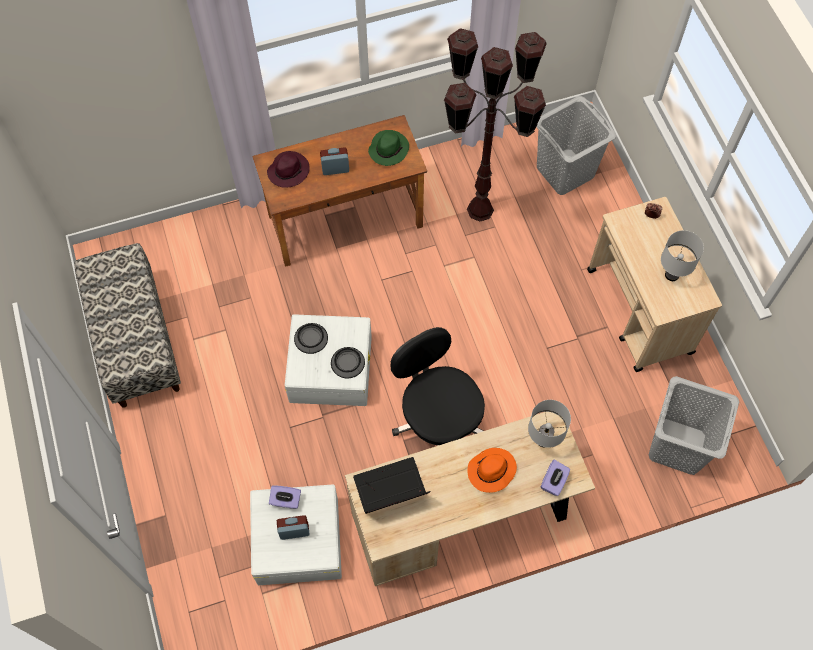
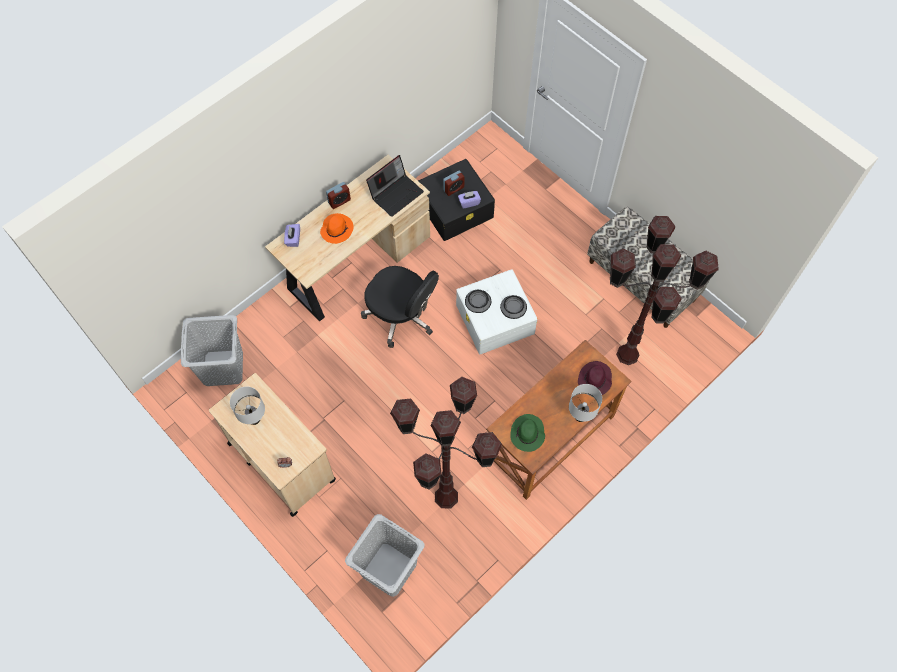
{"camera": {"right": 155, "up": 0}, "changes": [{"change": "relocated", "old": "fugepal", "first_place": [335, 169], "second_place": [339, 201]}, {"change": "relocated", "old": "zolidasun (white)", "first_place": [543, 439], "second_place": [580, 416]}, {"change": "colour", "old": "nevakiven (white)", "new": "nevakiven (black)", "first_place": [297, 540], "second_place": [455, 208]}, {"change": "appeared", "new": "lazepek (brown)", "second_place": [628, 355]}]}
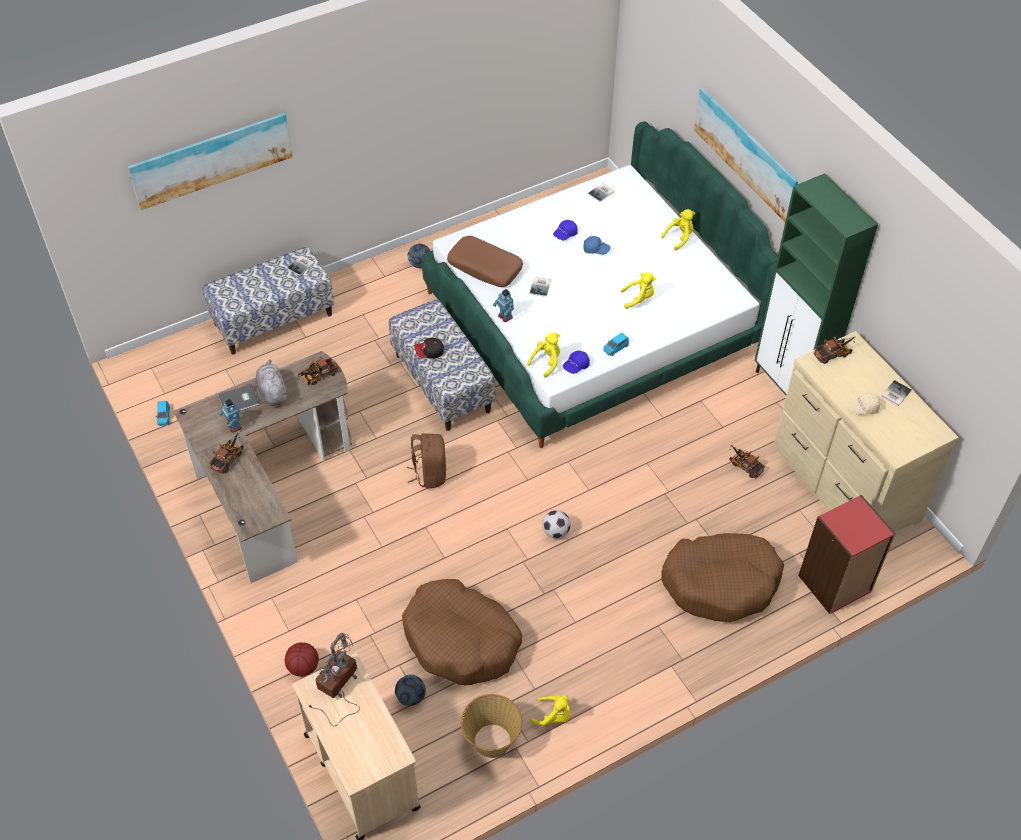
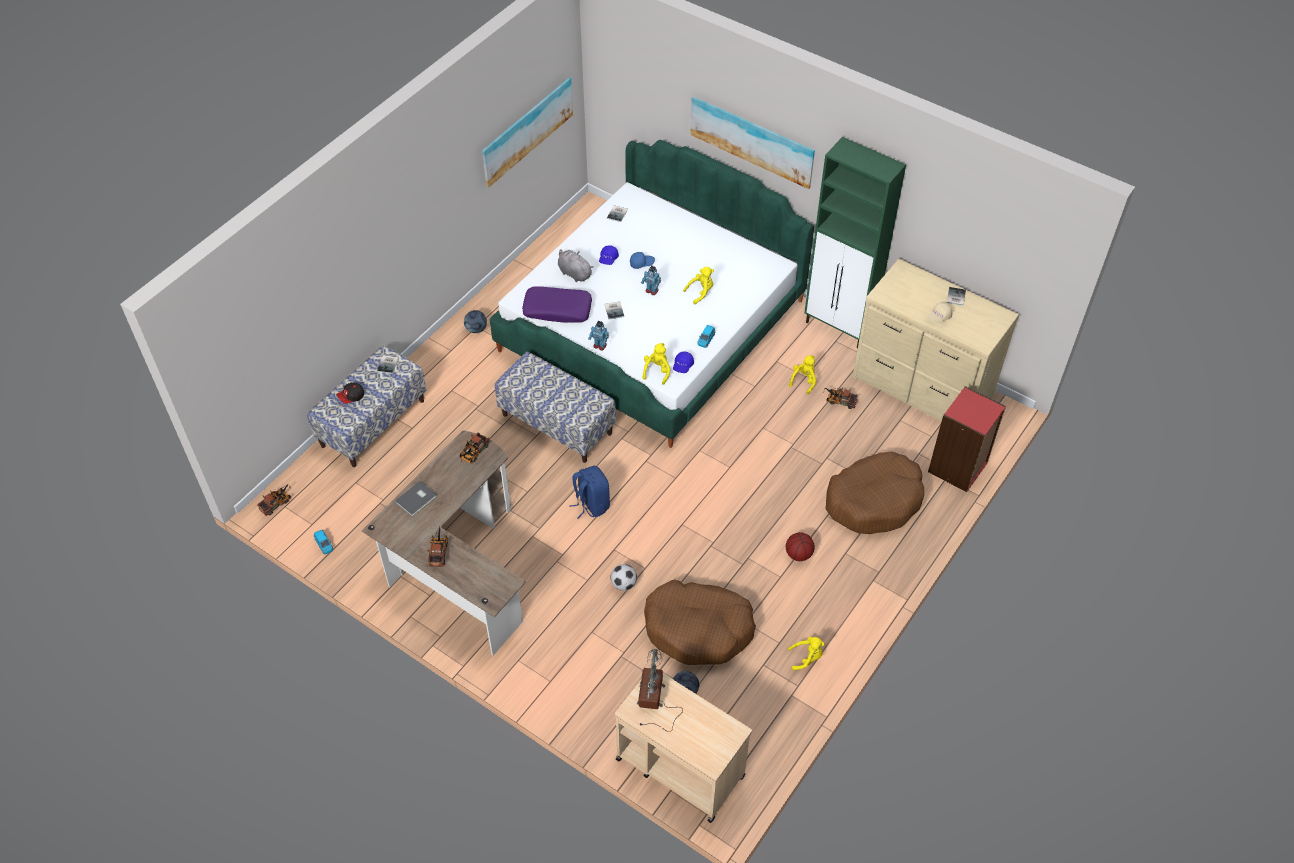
{"camera": {"right": -25, "up": 0}, "changes": [{"change": "relocated", "old": "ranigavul", "first_place": [211, 159], "second_place": [526, 130]}, {"change": "relocated", "old": "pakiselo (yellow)", "first_place": [679, 238], "second_place": [803, 381]}, {"change": "colour", "old": "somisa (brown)", "new": "somisa (purple)", "first_place": [485, 267], "second_place": [557, 309]}, {"change": "relocated", "old": "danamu", "first_place": [429, 352], "second_place": [351, 397]}, {"change": "relocated", "old": "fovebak", "first_place": [834, 354], "second_place": [277, 503]}, {"change": "relocated", "old": "pakiselo (grey)", "first_place": [272, 392], "second_place": [574, 273]}, {"change": "relocated", "old": "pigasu", "first_place": [234, 426], "second_place": [651, 291]}, {"change": "colour", "old": "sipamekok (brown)", "new": "sipamekok (blue)", "first_place": [429, 474], "second_place": [591, 504]}, {"change": "relocated", "old": "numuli", "first_place": [555, 532], "second_place": [623, 584]}, {"change": "relocated", "old": "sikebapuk", "first_place": [303, 667], "second_place": [798, 554]}, {"change": "missing", "old": "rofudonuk", "first_place": [491, 740]}]}
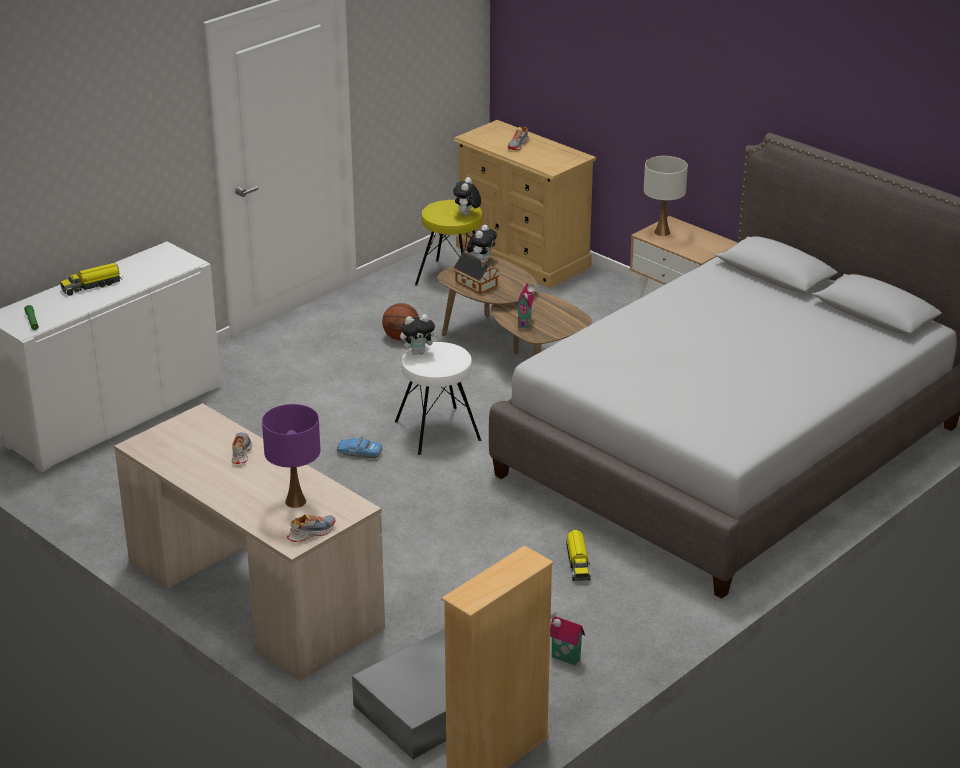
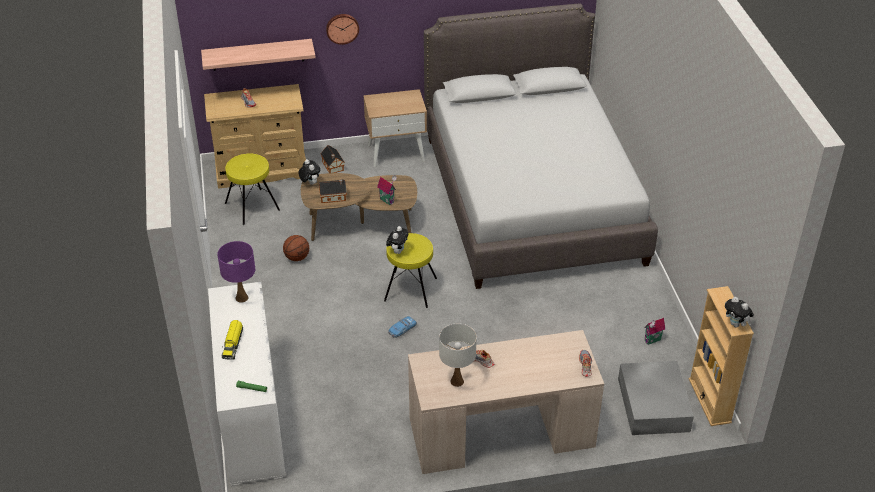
{"camera": {"right": -55, "up": 10}, "changes": [{"change": "relocated", "old": "zolidasun (white)", "first_place": [662, 232], "second_place": [457, 381]}, {"change": "relocated", "old": "pakiselo", "first_place": [467, 215], "second_place": [736, 324]}, {"change": "colour", "old": "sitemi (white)", "new": "sitemi (yellow)", "first_place": [437, 430], "second_place": [410, 289]}, {"change": "relocated", "old": "zolidasun (purple)", "first_place": [296, 502], "second_place": [242, 298]}, {"change": "missing", "old": "fovebak", "first_place": [578, 562]}, {"change": "appeared", "new": "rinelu", "second_place": [342, 28]}, {"change": "appeared", "new": "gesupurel", "second_place": [258, 54]}, {"change": "appeared", "new": "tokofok", "second_place": [333, 166]}]}
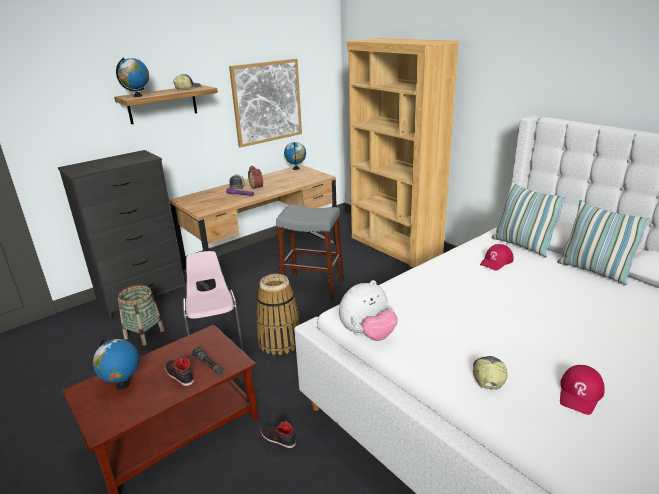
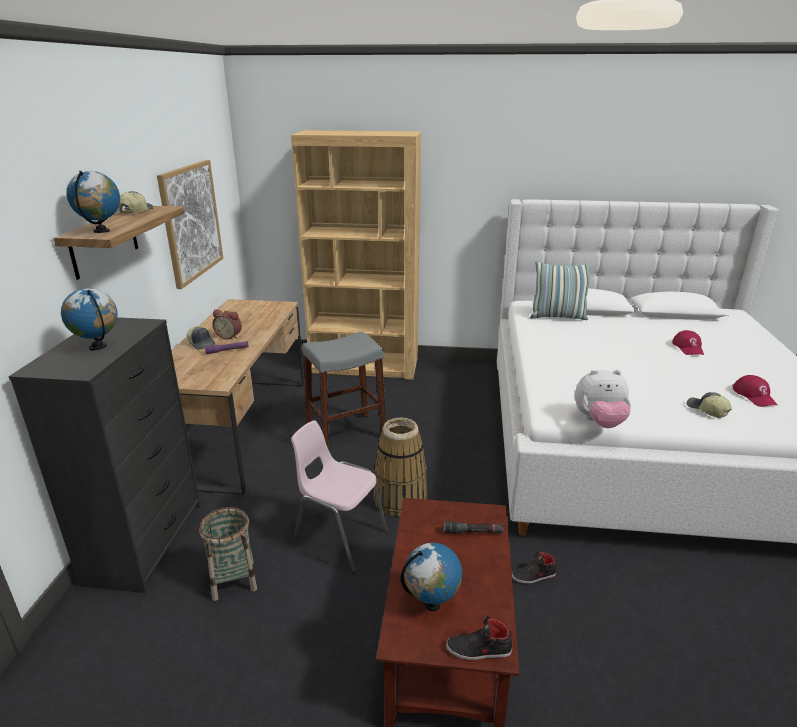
{"camera": {"right": -45, "up": 0}, "changes": [{"change": "relocated", "old": "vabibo", "first_place": [296, 168], "second_place": [98, 347]}, {"change": "missing", "old": "somisa", "first_place": [593, 271]}, {"change": "relocated", "old": "danamu (red)", "first_place": [496, 261], "second_place": [688, 348]}, {"change": "spun", "old": "pakiselo", "first_place": [368, 334], "second_place": [599, 422], "degrees": 75}, {"change": "relocated", "old": "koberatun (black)", "first_place": [179, 375], "second_place": [479, 650]}]}
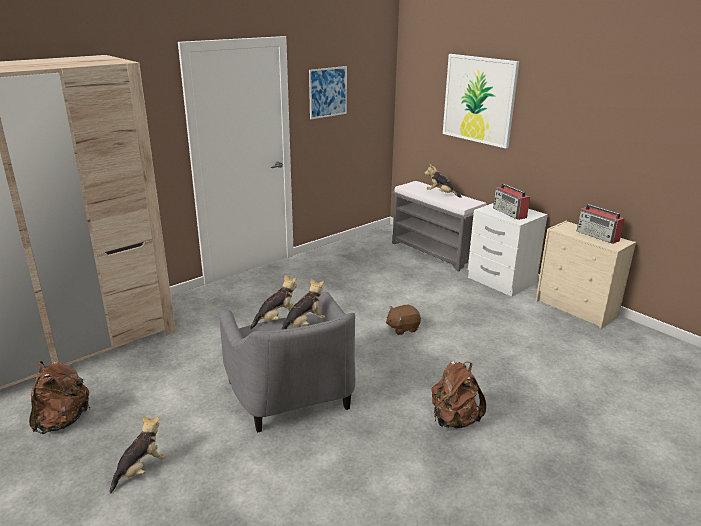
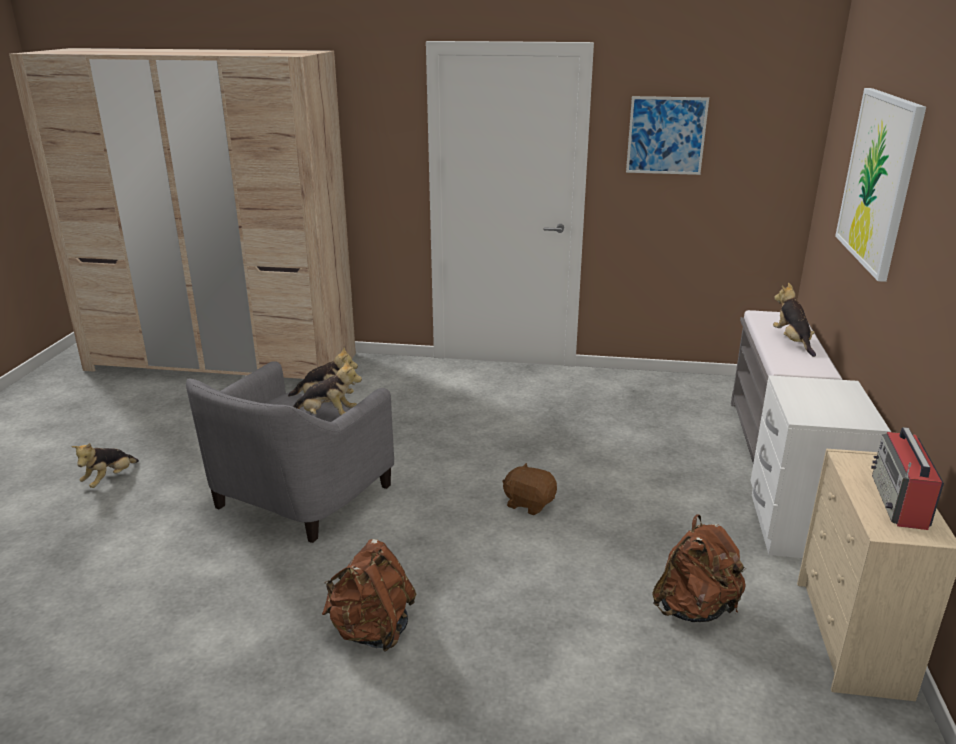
{"camera": {"right": 50, "up": 0}, "changes": [{"change": "missing", "old": "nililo", "first_place": [510, 213]}, {"change": "relocated", "old": "sipamekok (brown)", "first_place": [63, 421], "second_place": [695, 608]}, {"change": "spun", "old": "pakiselo", "first_place": [141, 470], "second_place": [109, 479], "degrees": 120}]}
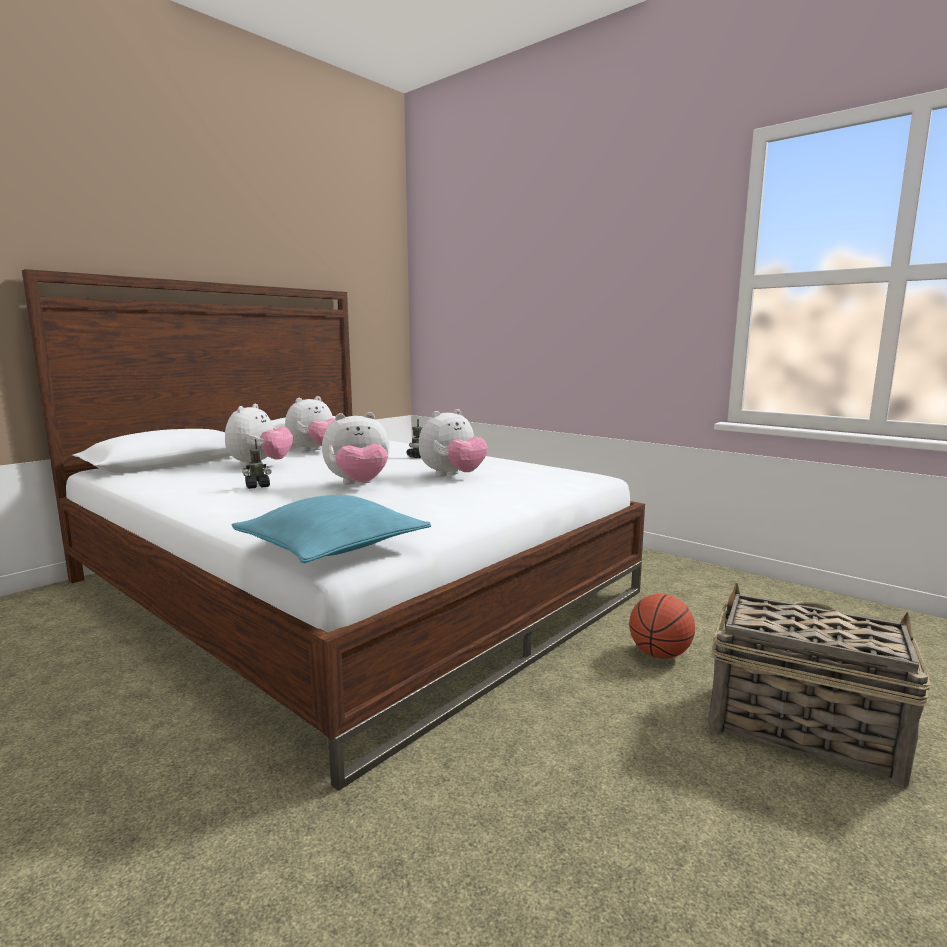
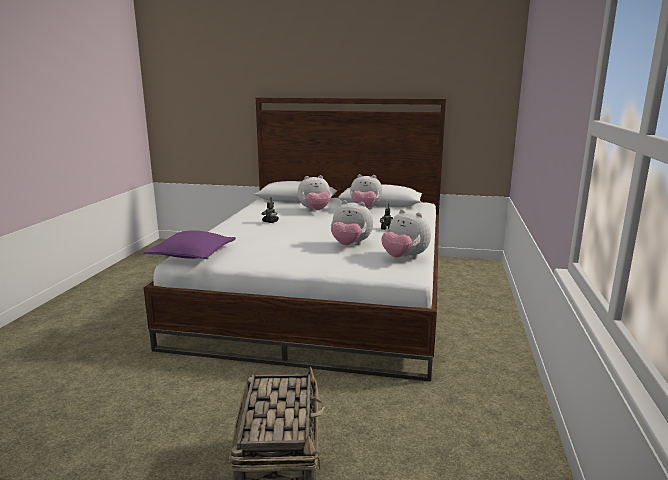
{"camera": {"right": 60, "up": 5}, "changes": [{"change": "relocated", "old": "pakiselo", "first_place": [359, 485], "second_place": [404, 258]}, {"change": "colour", "old": "somisa (turquoise)", "new": "somisa (purple)", "first_place": [332, 547], "second_place": [192, 255]}, {"change": "missing", "old": "sikebapuk", "first_place": [659, 654]}]}
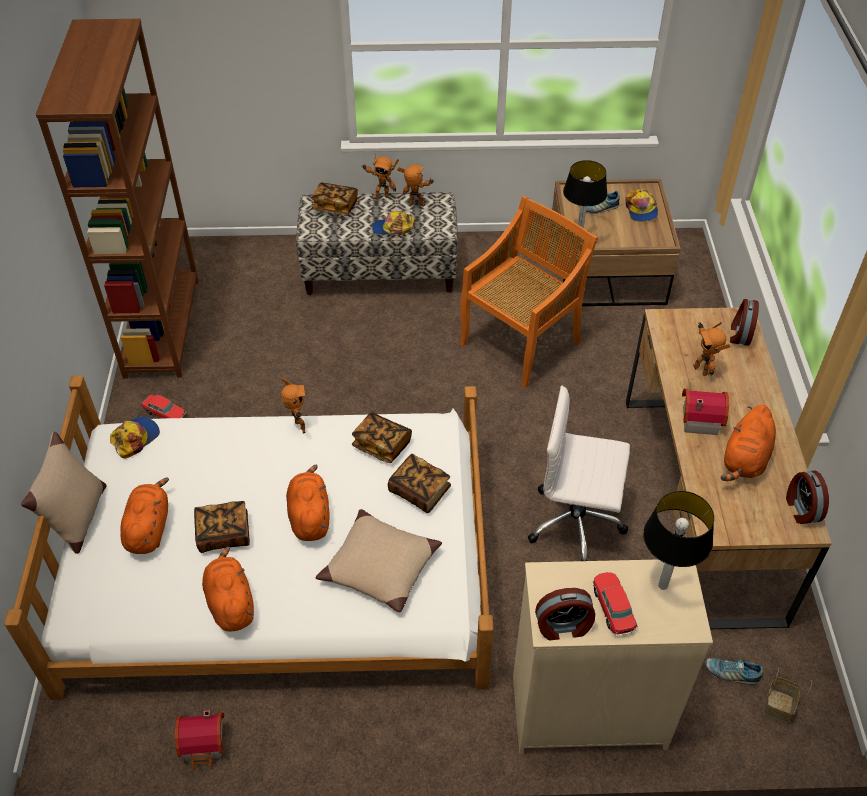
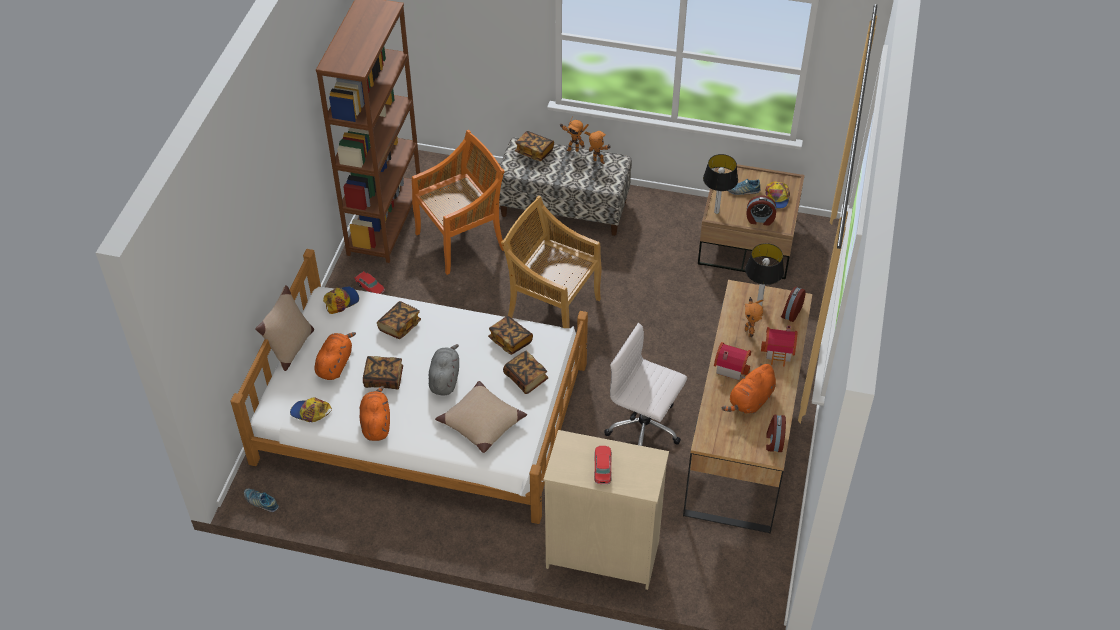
{"camera": {"right": 15, "up": 0}, "changes": [{"change": "relocated", "old": "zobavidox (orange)", "first_place": [521, 342], "second_place": [461, 240]}, {"change": "relocated", "old": "danamu", "first_place": [393, 228], "second_place": [310, 412]}, {"change": "missing", "old": "pigasu", "first_place": [298, 428]}, {"change": "colour", "old": "pakiselo (orange)", "new": "pakiselo (grey)", "first_place": [309, 516], "second_place": [444, 379]}, {"change": "relocated", "old": "zolidasun", "first_place": [663, 584], "second_place": [759, 304]}, {"change": "relocated", "old": "fugepal", "first_place": [563, 627], "second_place": [760, 220]}, {"change": "relocated", "old": "koberatun", "first_place": [731, 673], "second_place": [261, 502]}, {"change": "missing", "old": "rofudonuk", "first_place": [778, 707]}, {"change": "relocated", "old": "tokofok", "first_place": [205, 746], "second_place": [779, 353]}, {"change": "appeared", "new": "zobavidox (beige)", "second_place": [552, 308]}, {"change": "appeared", "new": "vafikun", "second_place": [399, 326]}]}
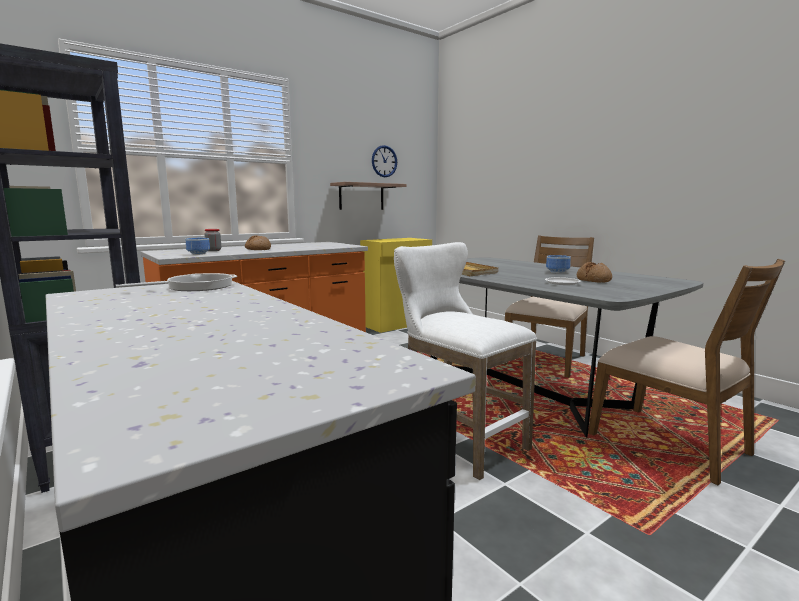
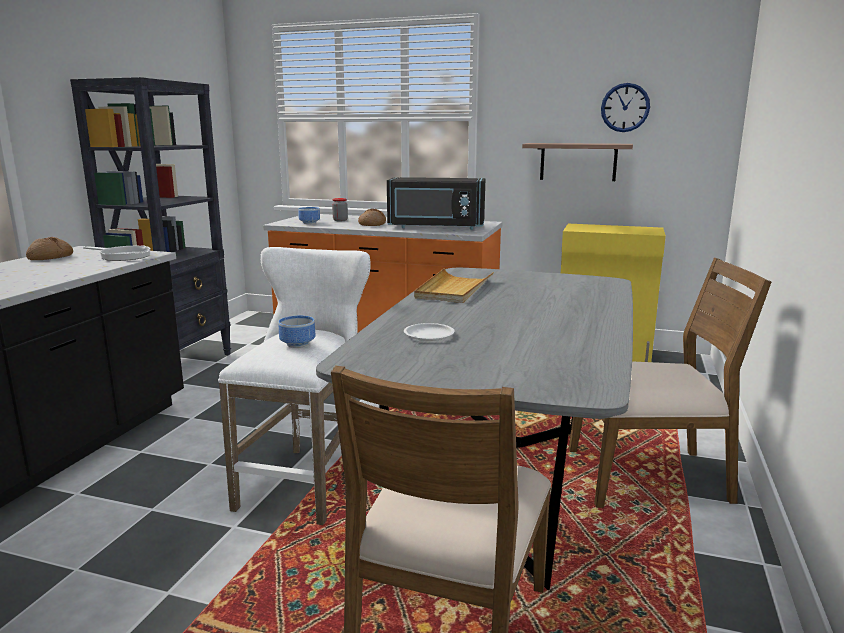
{"camera": {"right": 55, "up": 5}, "changes": [{"change": "relocated", "old": "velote", "first_place": [558, 272], "second_place": [299, 344]}, {"change": "relocated", "old": "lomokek", "first_place": [593, 280], "second_place": [50, 257]}, {"change": "appeared", "new": "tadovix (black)", "second_place": [435, 227]}]}
